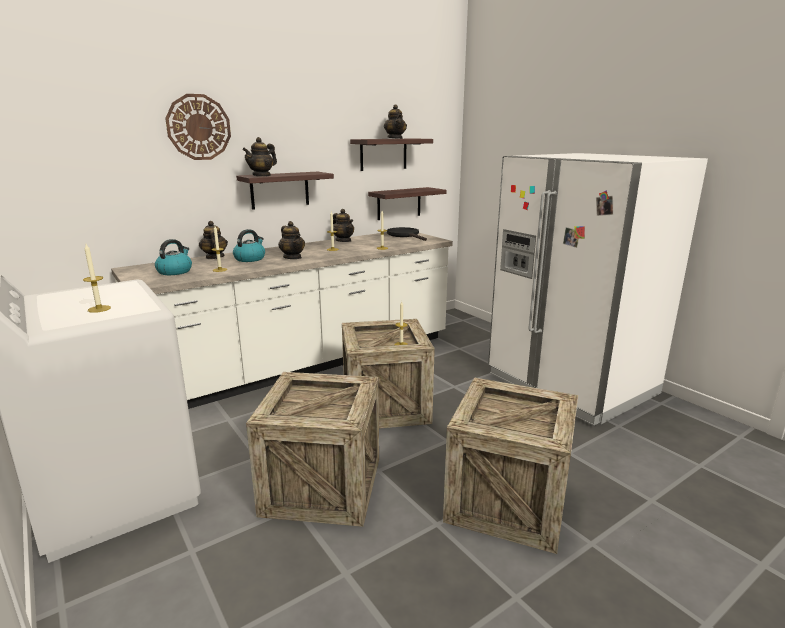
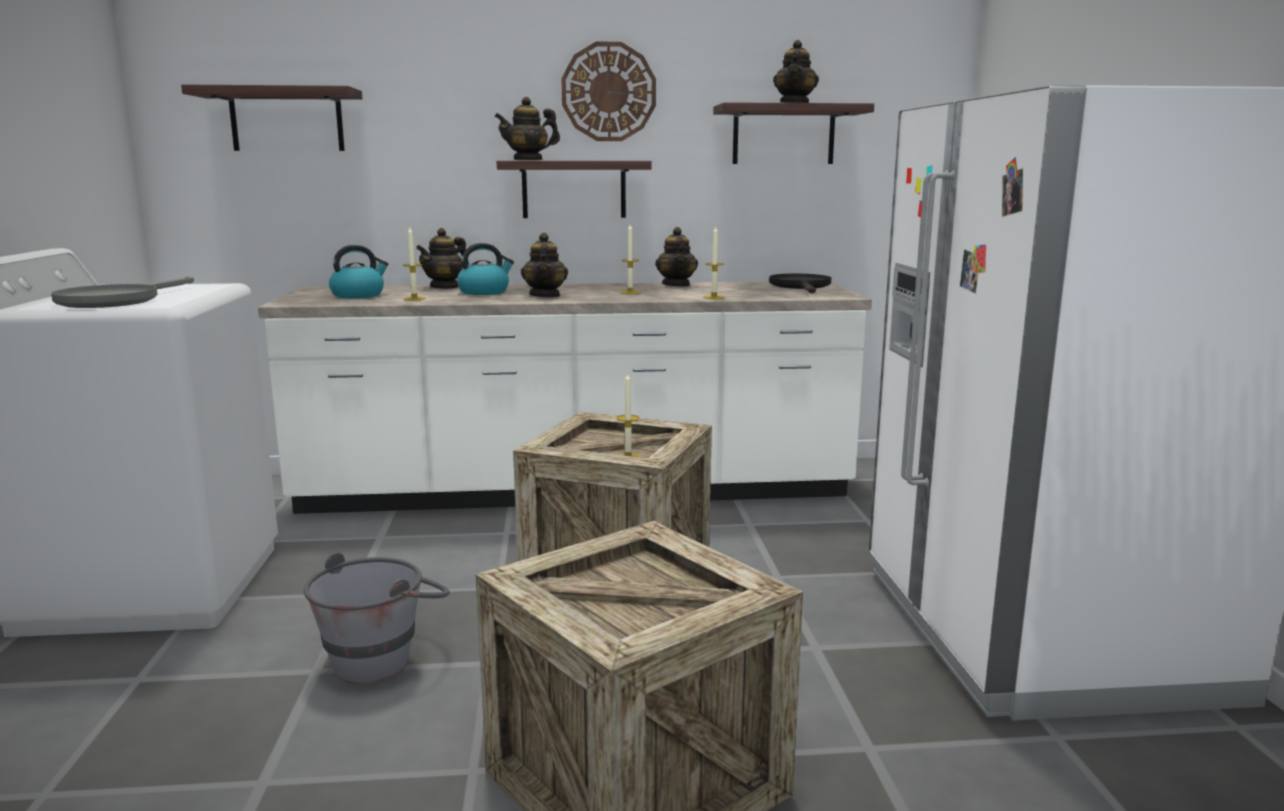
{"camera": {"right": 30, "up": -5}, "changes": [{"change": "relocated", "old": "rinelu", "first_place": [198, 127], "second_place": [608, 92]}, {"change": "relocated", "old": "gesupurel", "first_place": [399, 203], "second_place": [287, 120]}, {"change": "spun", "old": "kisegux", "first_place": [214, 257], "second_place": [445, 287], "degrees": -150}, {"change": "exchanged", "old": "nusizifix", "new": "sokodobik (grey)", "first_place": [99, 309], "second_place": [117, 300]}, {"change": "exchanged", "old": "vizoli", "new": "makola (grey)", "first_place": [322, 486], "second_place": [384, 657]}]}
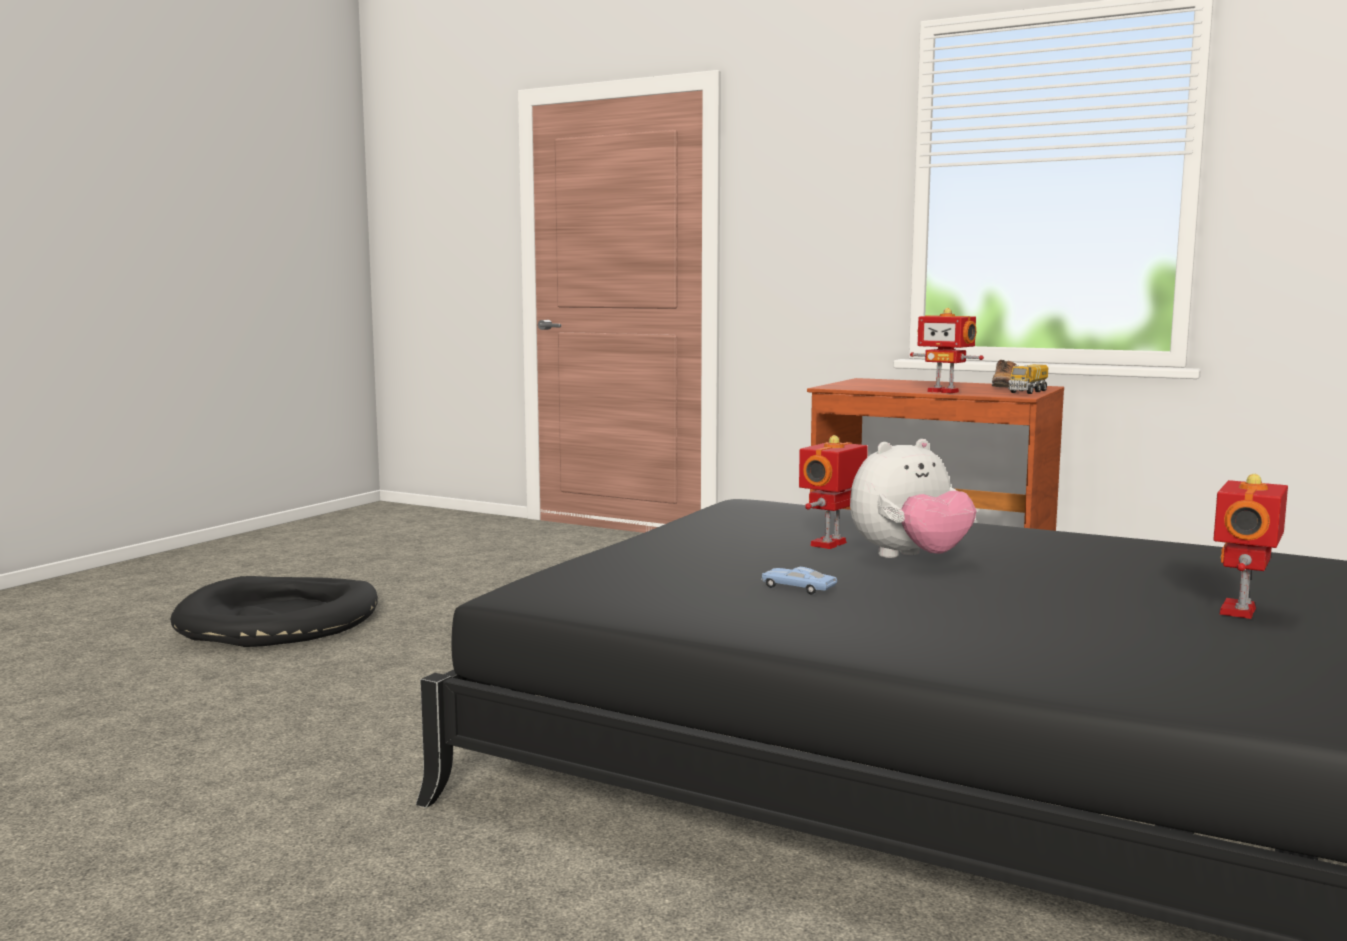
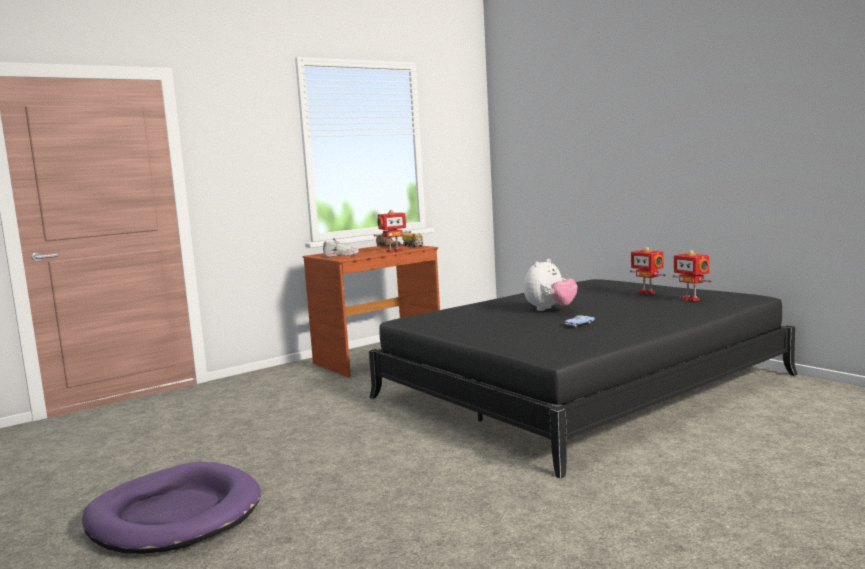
{"camera": {"right": -65, "up": 0}, "changes": [{"change": "relocated", "old": "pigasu", "first_place": [831, 544], "second_place": [691, 299]}, {"change": "spun", "old": "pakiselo", "first_place": [909, 558], "second_place": [550, 309], "degrees": 45}, {"change": "colour", "old": "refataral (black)", "new": "refataral (purple)", "first_place": [280, 620], "second_place": [174, 515]}, {"change": "appeared", "new": "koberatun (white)", "second_place": [341, 255]}]}
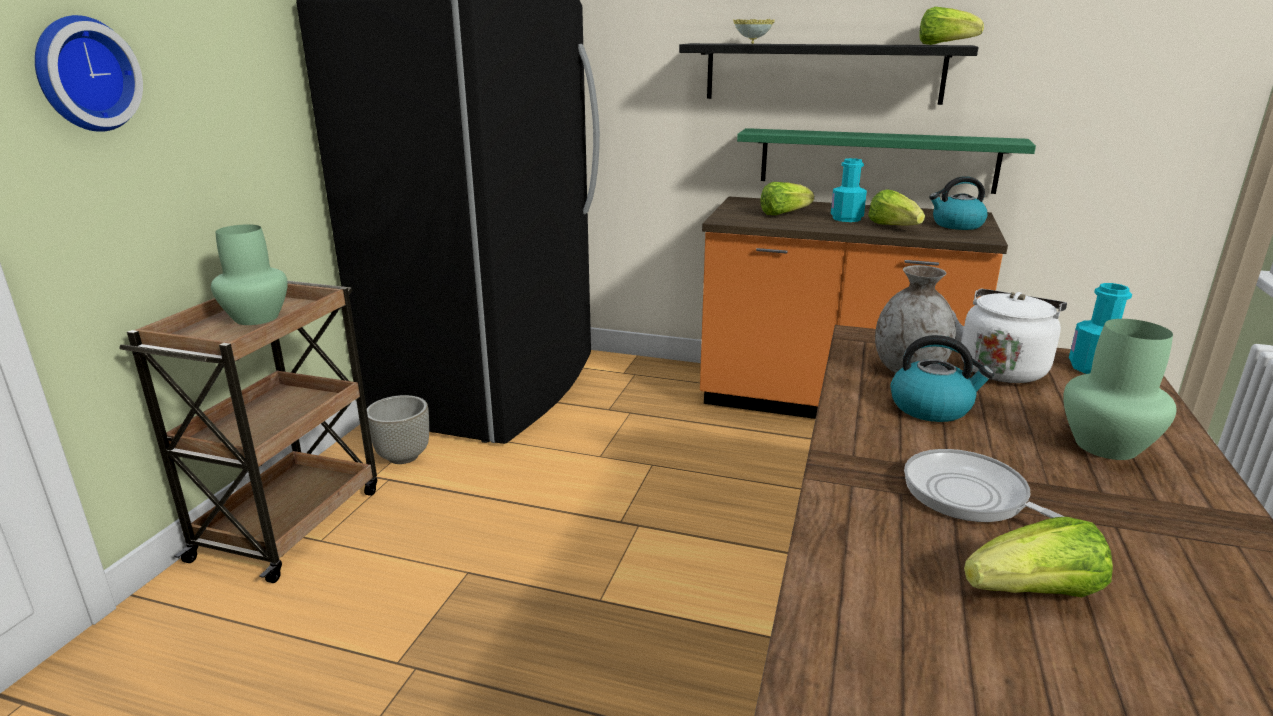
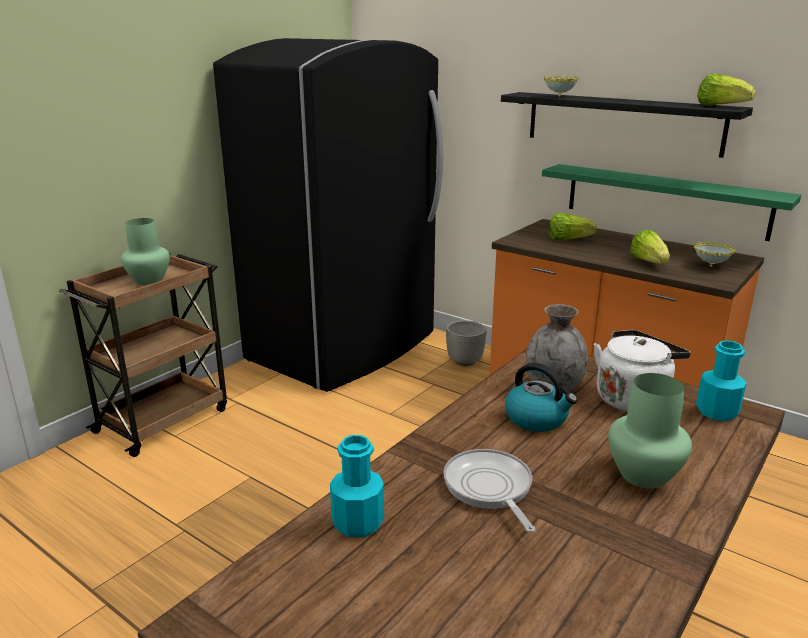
{"camera": {"right": 20, "up": 0}, "changes": [{"change": "missing", "old": "rinelu", "first_place": [83, 74]}, {"change": "relocated", "old": "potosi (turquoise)", "first_place": [846, 219], "second_place": [358, 522]}, {"change": "exchanged", "old": "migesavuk", "new": "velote", "first_place": [956, 225], "second_place": [710, 267]}, {"change": "relocated", "old": "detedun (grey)", "first_place": [404, 456], "second_place": [465, 361]}, {"change": "missing", "old": "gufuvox", "first_place": [1035, 593]}]}
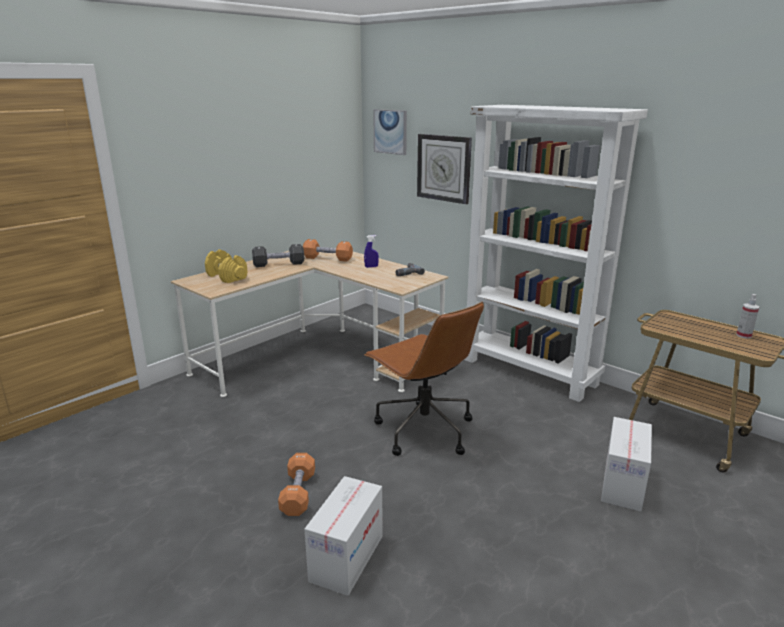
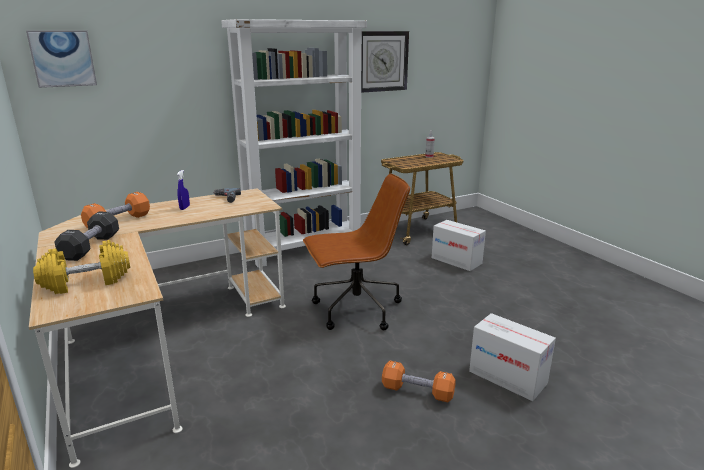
{"camera": {"right": -70, "up": 0}, "changes": [{"change": "relocated", "old": "rinelu", "first_place": [444, 168], "second_place": [382, 61]}]}
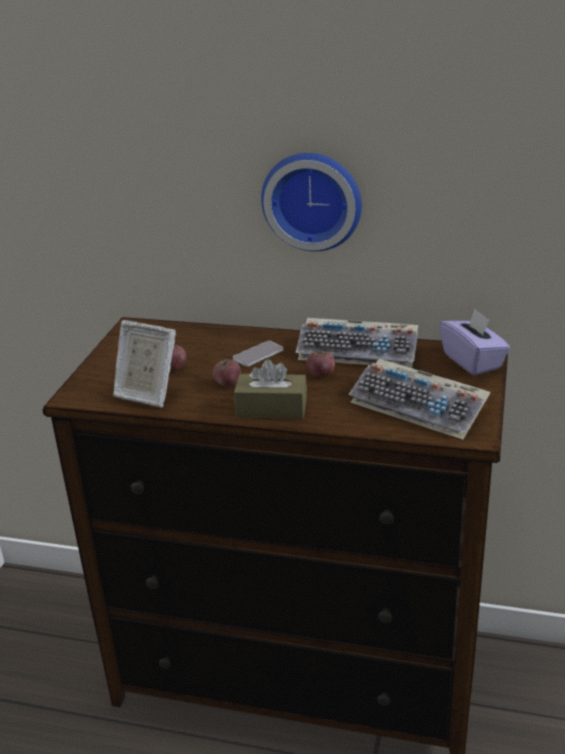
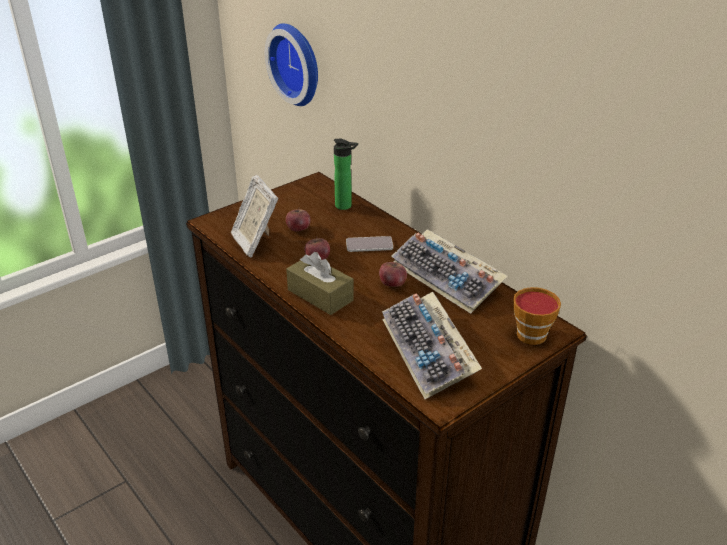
{"camera": {"right": 35, "up": 5}, "changes": [{"change": "relocated", "old": "rinelu", "first_place": [313, 200], "second_place": [297, 63]}, {"change": "exchanged", "old": "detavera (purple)", "new": "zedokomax", "first_place": [472, 361], "second_place": [531, 332]}, {"change": "appeared", "new": "potosi", "second_place": [345, 206]}]}
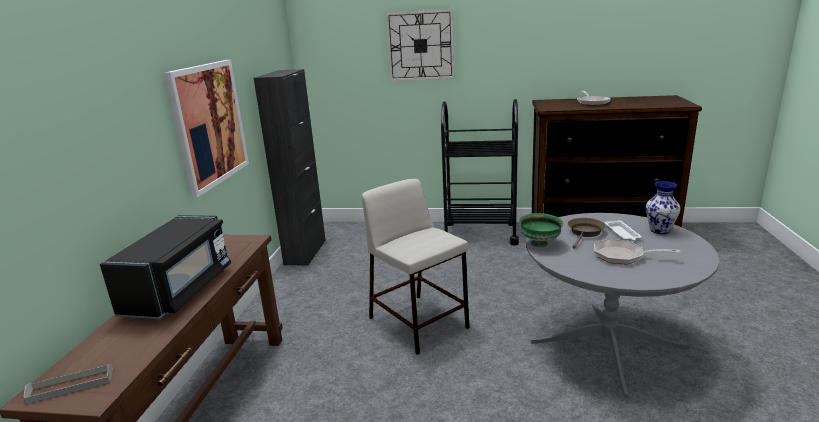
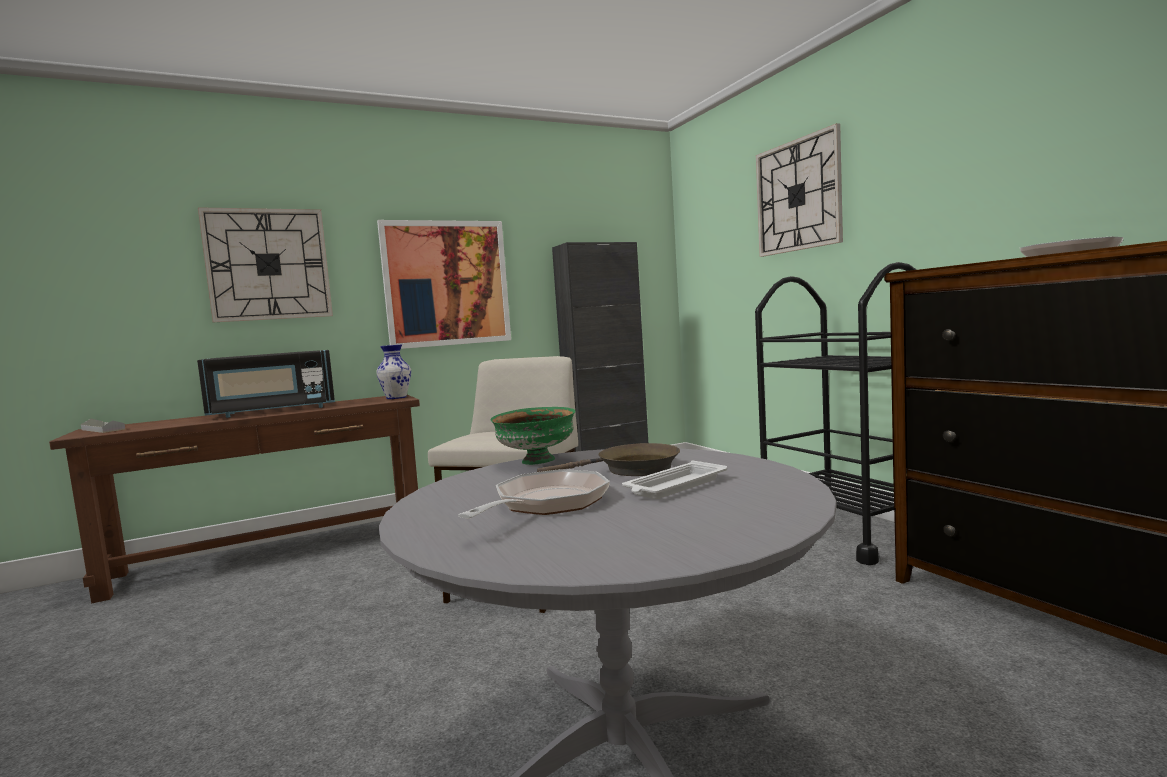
{"camera": {"right": 55, "up": -15}, "changes": [{"change": "relocated", "old": "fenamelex", "first_place": [660, 230], "second_place": [396, 398]}, {"change": "spun", "old": "sokodobik", "first_place": [623, 256], "second_place": [546, 504], "degrees": 45}, {"change": "appeared", "new": "rinelu", "second_place": [268, 264]}]}
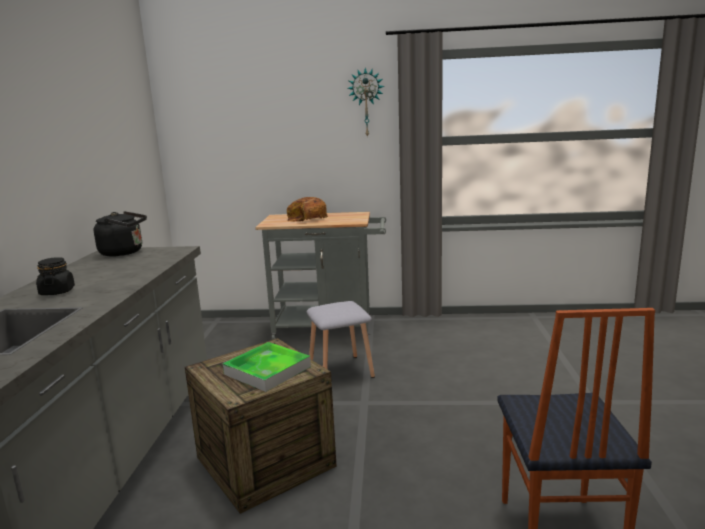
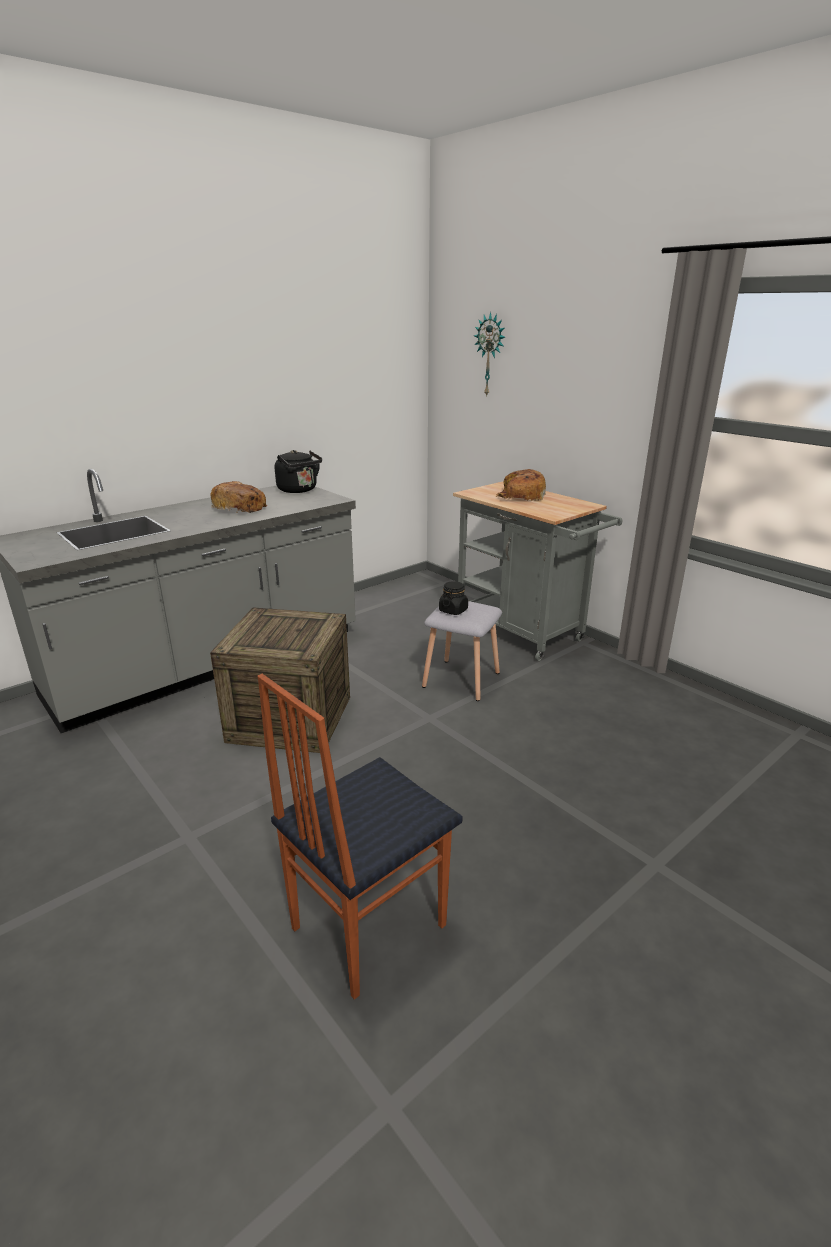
{"camera": {"right": 45, "up": 10}, "changes": [{"change": "relocated", "old": "rinelu", "first_place": [366, 103], "second_place": [490, 355]}, {"change": "relocated", "old": "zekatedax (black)", "first_place": [57, 292], "second_place": [453, 610]}, {"change": "missing", "old": "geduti", "first_place": [267, 370]}, {"change": "appeared", "new": "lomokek", "second_place": [240, 507]}]}
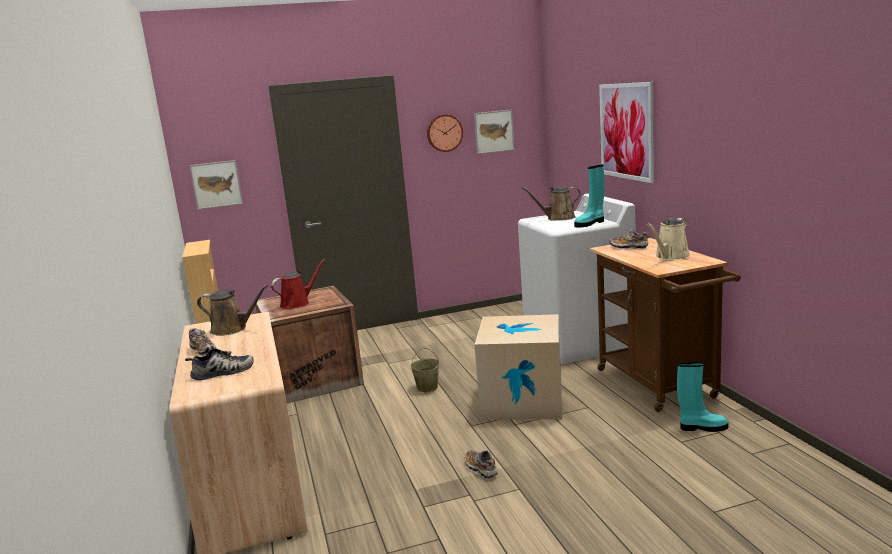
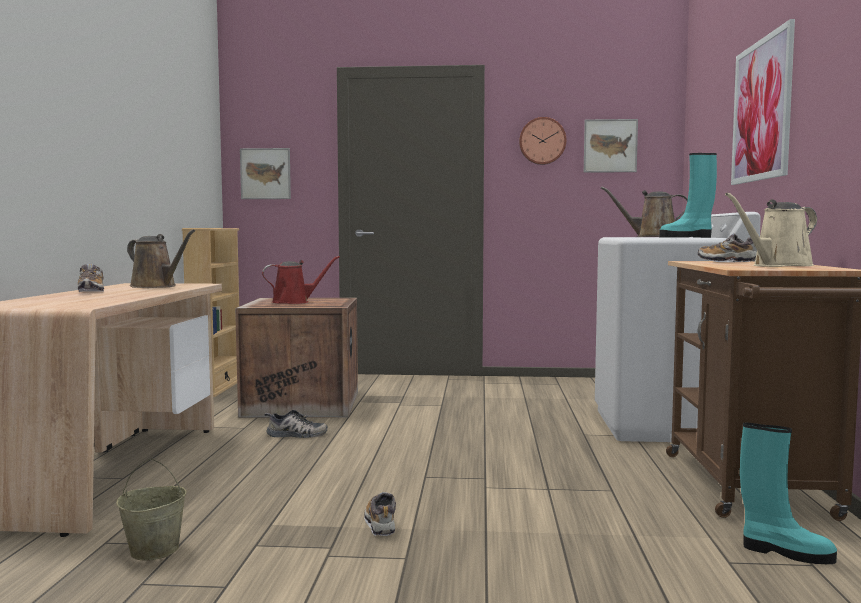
{"camera": {"right": 20, "up": -10}, "changes": [{"change": "missing", "old": "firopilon", "first_place": [522, 401]}, {"change": "relocated", "old": "koberatun", "first_place": [222, 372], "second_place": [296, 435]}, {"change": "relocated", "old": "makola (beige)", "first_place": [427, 387], "second_place": [155, 550]}]}
